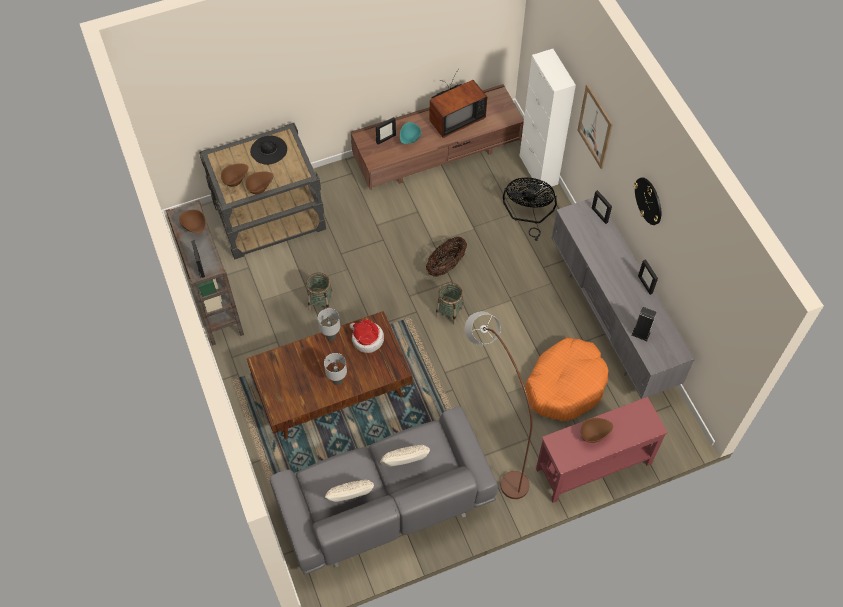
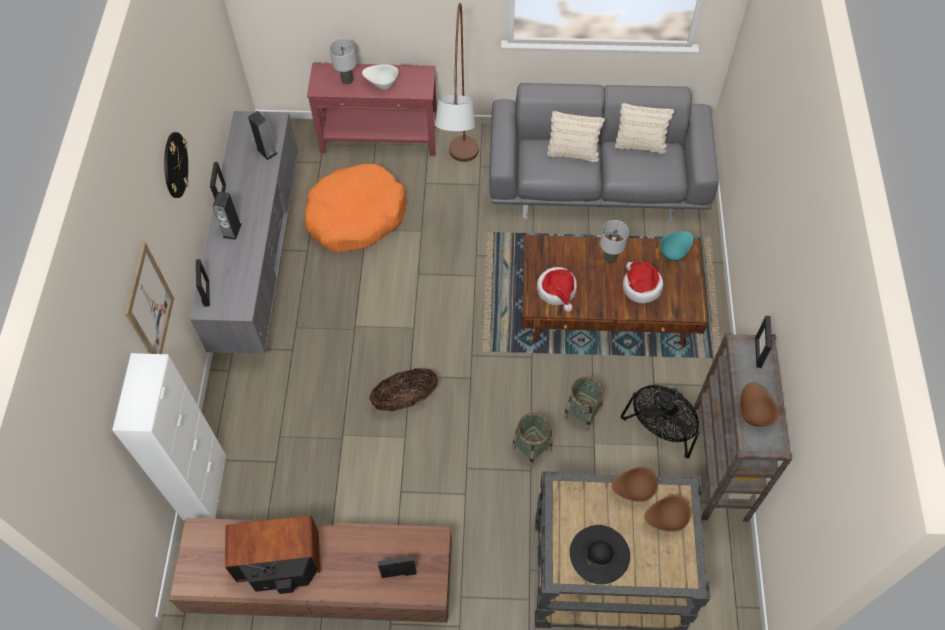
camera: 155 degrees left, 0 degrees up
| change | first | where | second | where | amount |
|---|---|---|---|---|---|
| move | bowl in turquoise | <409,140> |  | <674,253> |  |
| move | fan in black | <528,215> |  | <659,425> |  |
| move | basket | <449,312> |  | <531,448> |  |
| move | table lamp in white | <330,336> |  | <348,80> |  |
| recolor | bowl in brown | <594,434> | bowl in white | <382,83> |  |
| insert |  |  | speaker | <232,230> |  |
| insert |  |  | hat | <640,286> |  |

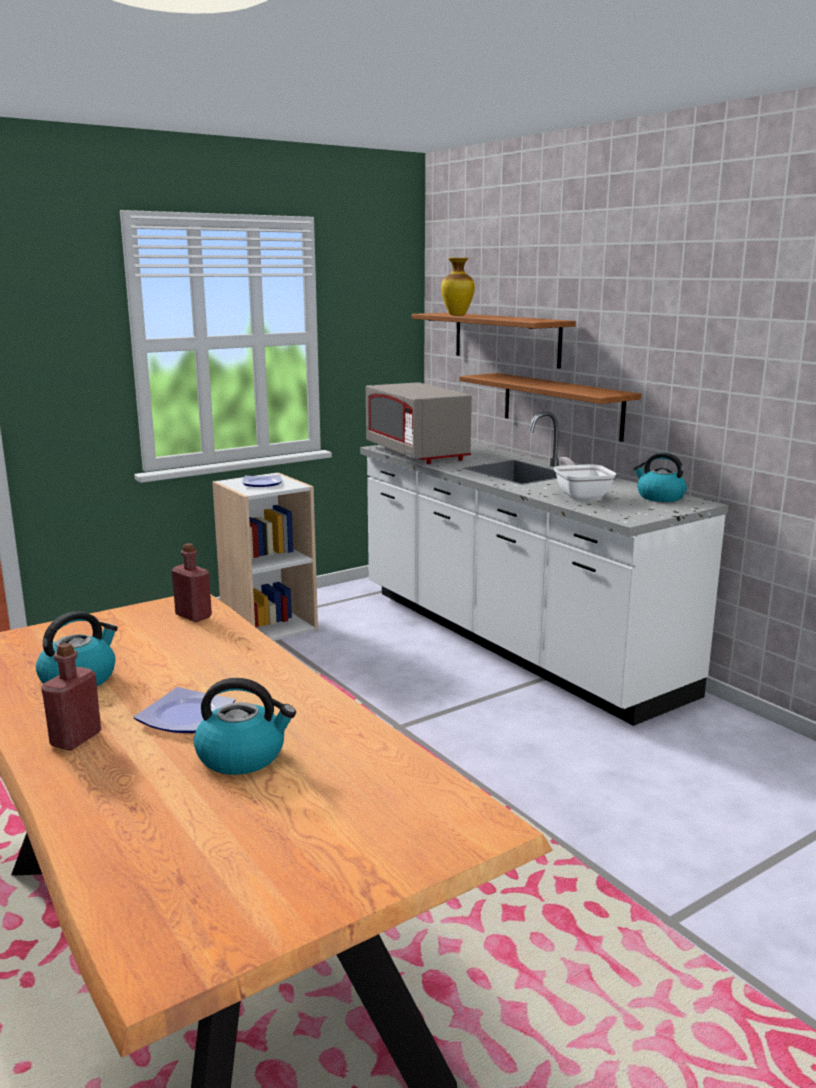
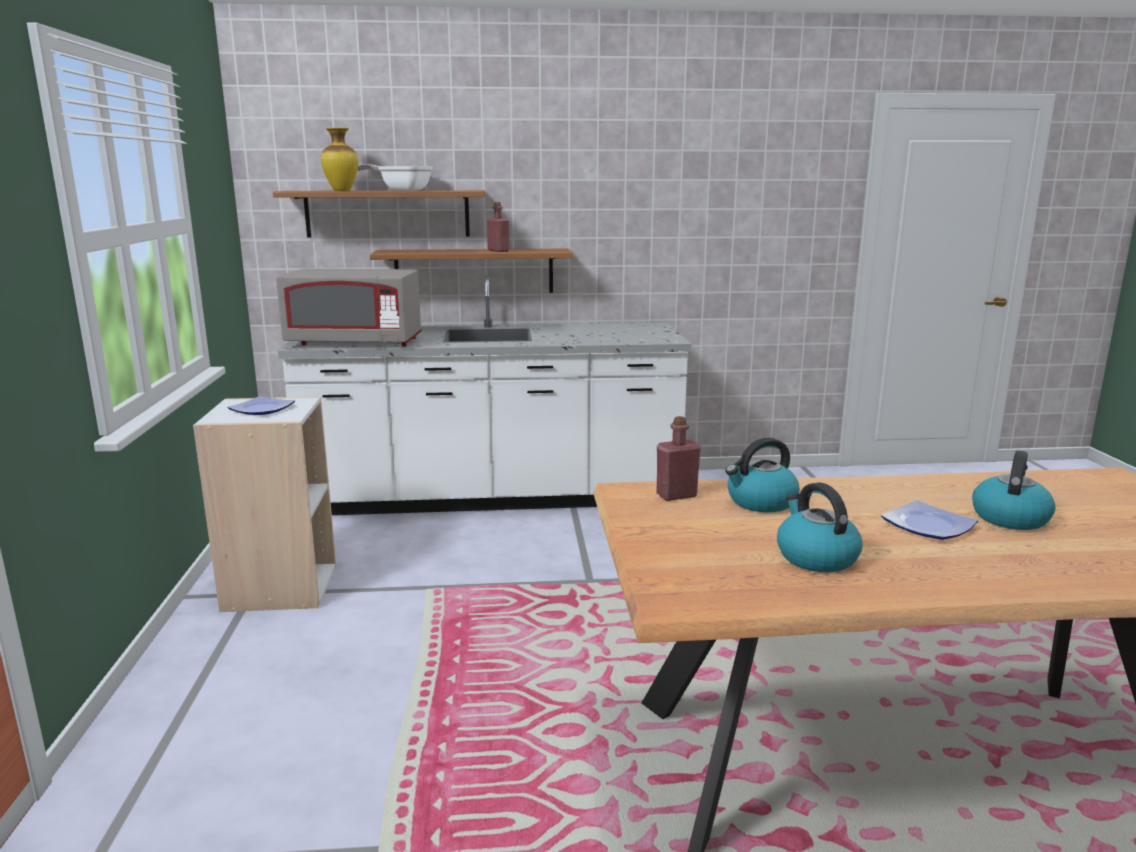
camera: 60 degrees left, 0 degrees up
| change | first | where | second | where | amount |
|---|---|---|---|---|---|
| move | kettle | <659,497> |  | <760,502> |  |
| move | frying pan | <580,495> |  | <401,190> |  |
| move | bottle in red | <76,739> |  | <498,251> |  |

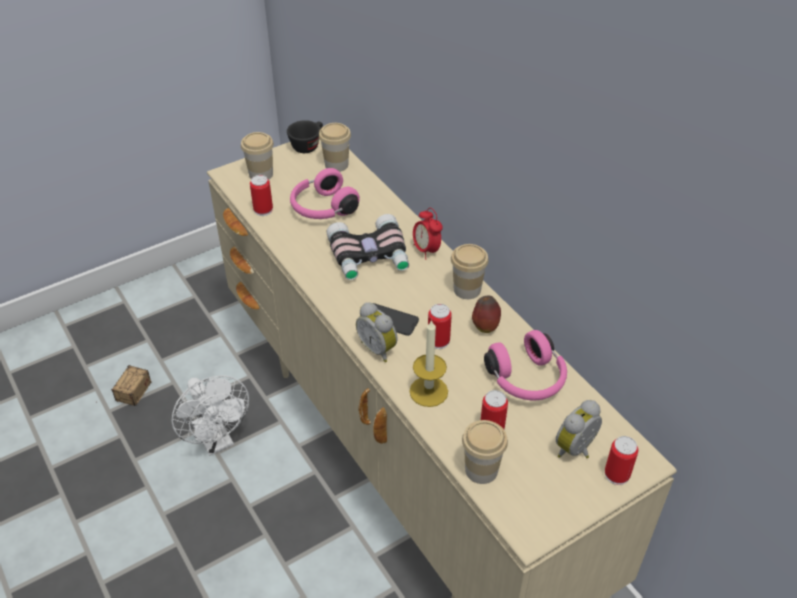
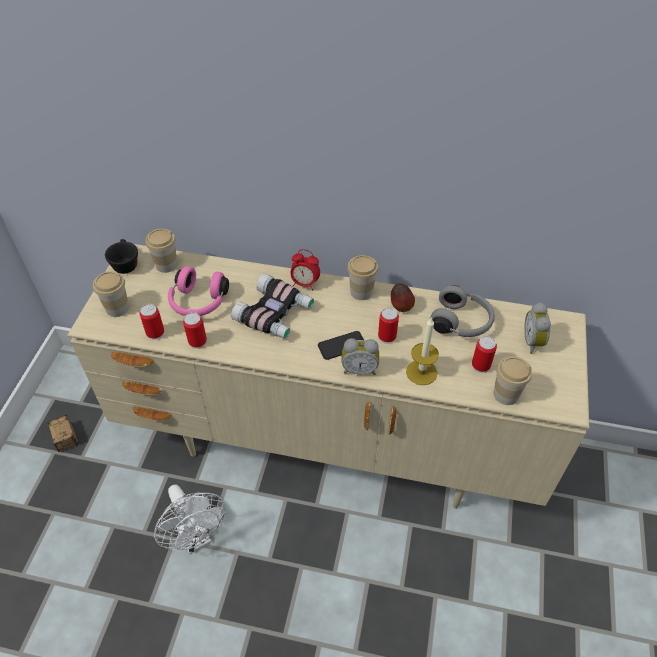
camera: 45 degrees left, 5 degrees up
| change | first | where | second | where | amount |
|---|---|---|---|---|---|
| recolor | headphones in pink | <527,380> | headphones in grey | <461,322> |  |
| move | storage box | <122,409> |  | <70,453> |  |
| rotate | fan in white | <217,441> |  | <196,537> | 45 degrees clockwise |
| move | can | <617,474> |  | <197,342> |  |

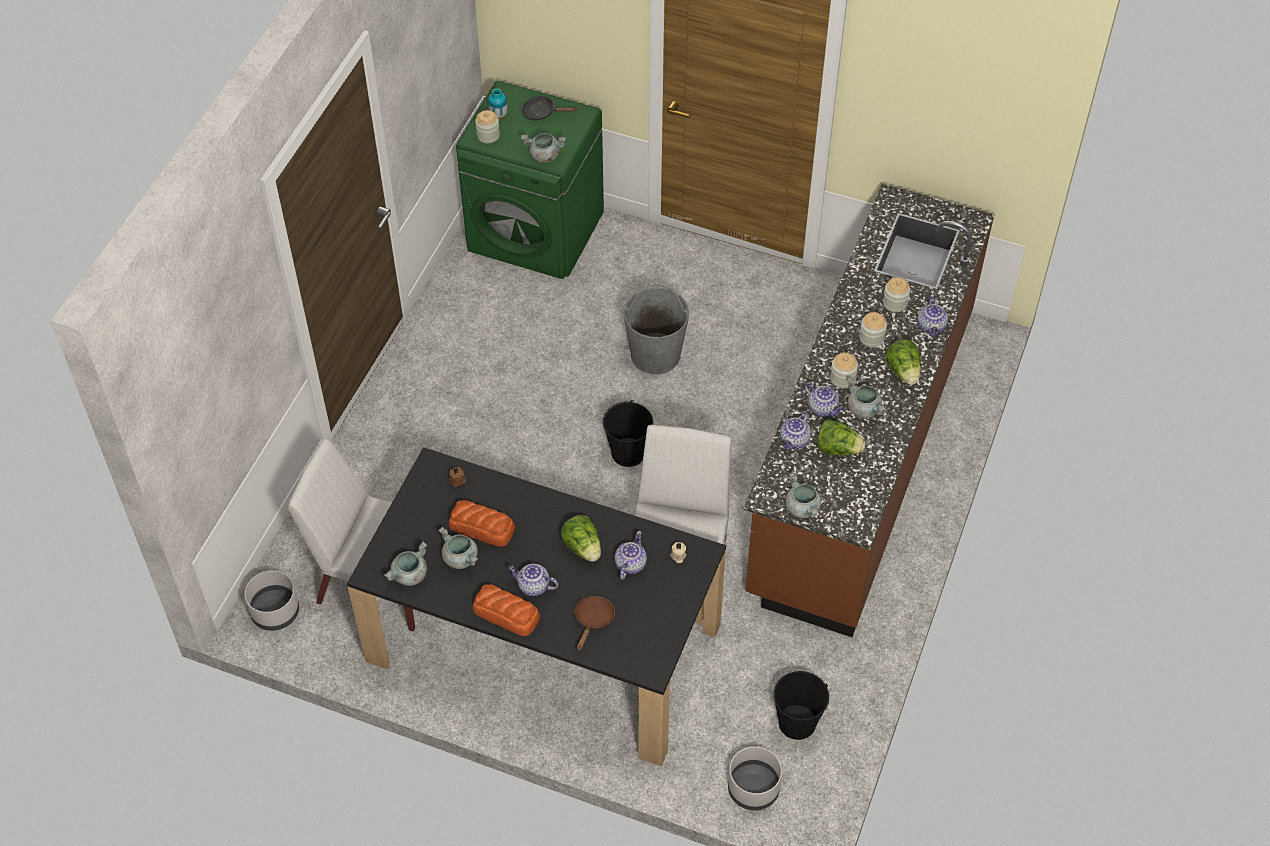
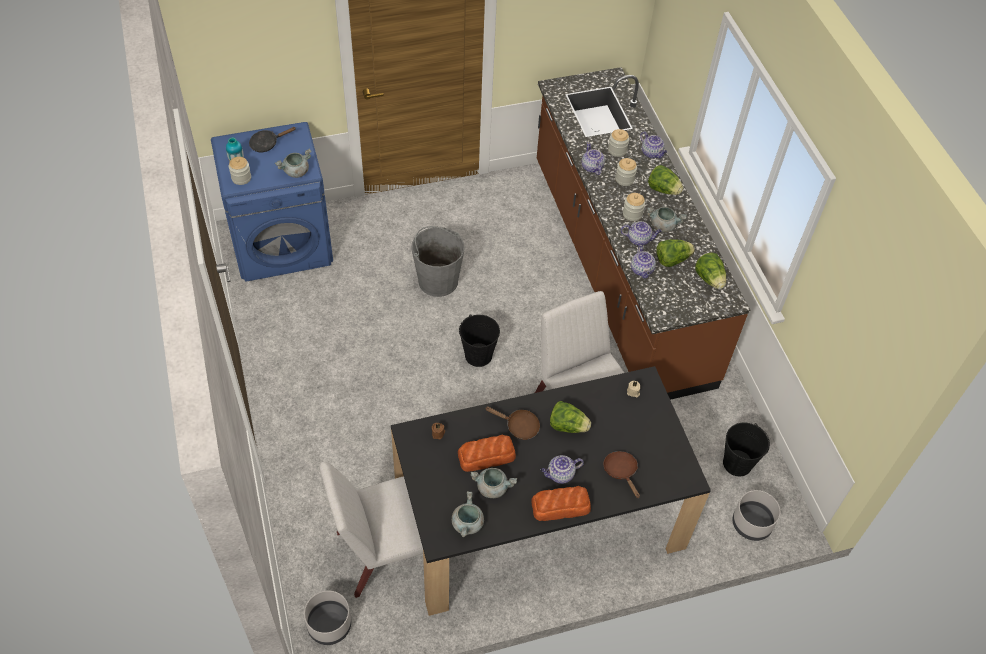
camera: 40 degrees left, 0 degrees up
| change | first | where | second | where | amount |
|---|---|---|---|---|---|
| recolor | washing machine in green | <534,232> | washing machine in blue | <283,244> |  |
| delete | cooking pot in grey | <803,508> |  |  |  |
| move | teapot | <630,564> |  | <592,167> |  |
| insert |  |  | lettuce | <709,279> |  |
| insert |  |  | frying pan in brown | <518,426> |  |

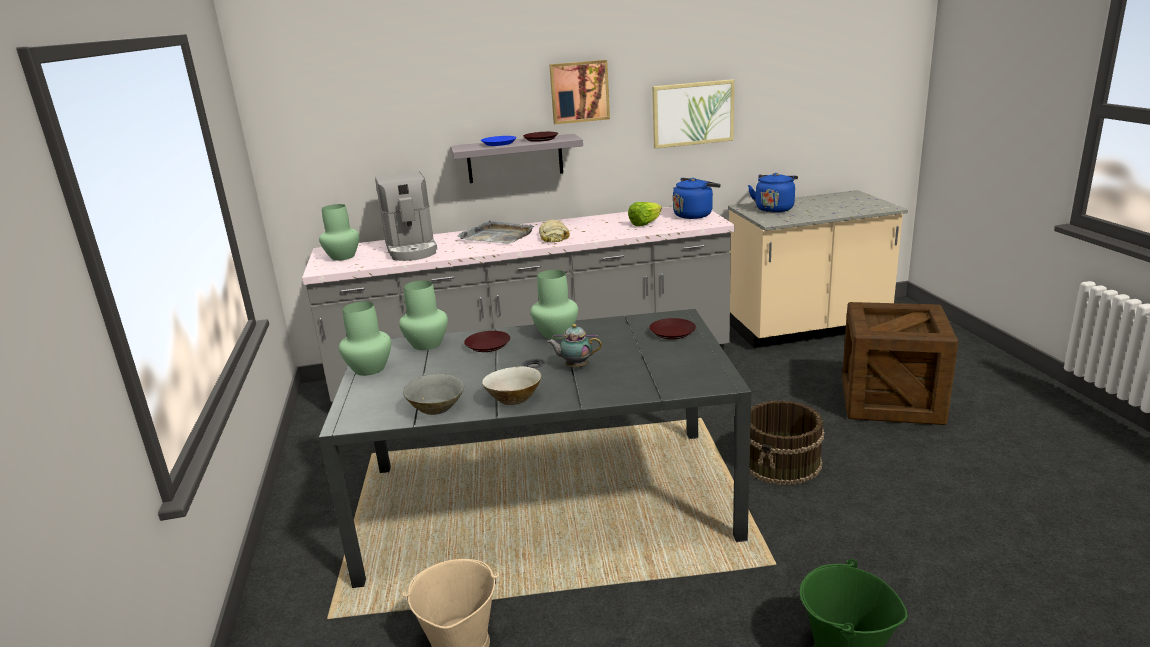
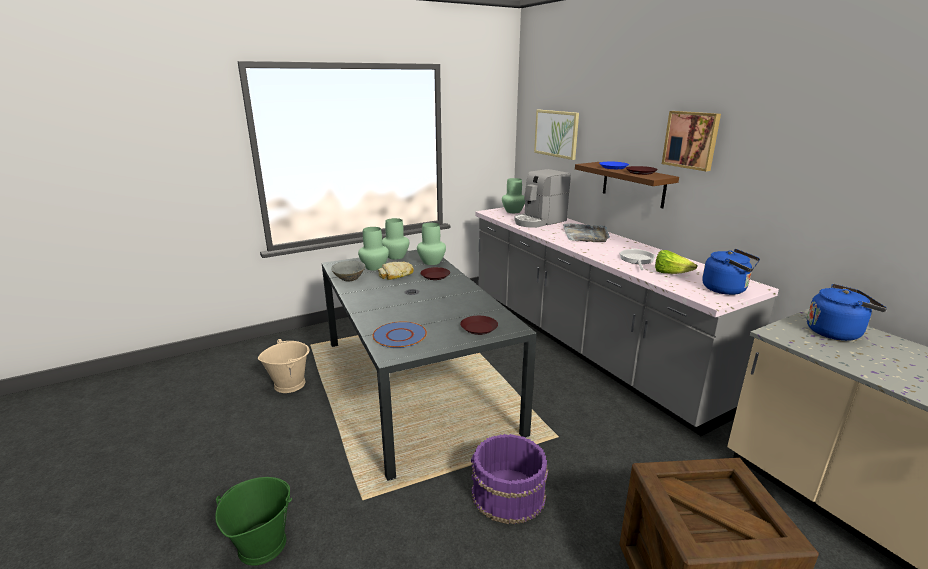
camera: 70 degrees right, 0 degrees up
| change | first | where | second | where | amount |
|---|---|---|---|---|---|
| move | picture | <692,113> |  | <556,133> |  |
| recolor | shelf in grey | <515,158> | shelf in brown | <633,184> |  |
| move | bread | <553,236> |  | <396,275> |  |
| move | vase in green | <555,333> |  | <374,267> |  |
| delete | teapot | <575,366> |  |  |  |
| delete | bowl in beige | <513,399> |  |  |  |
| recolor | bucket in brown | <782,462> | bucket in purple | <508,495> |  |
| insert |  |  | frying pan | <636,260> |  |
| insert |  |  | plate in blue | <399,336> |  |

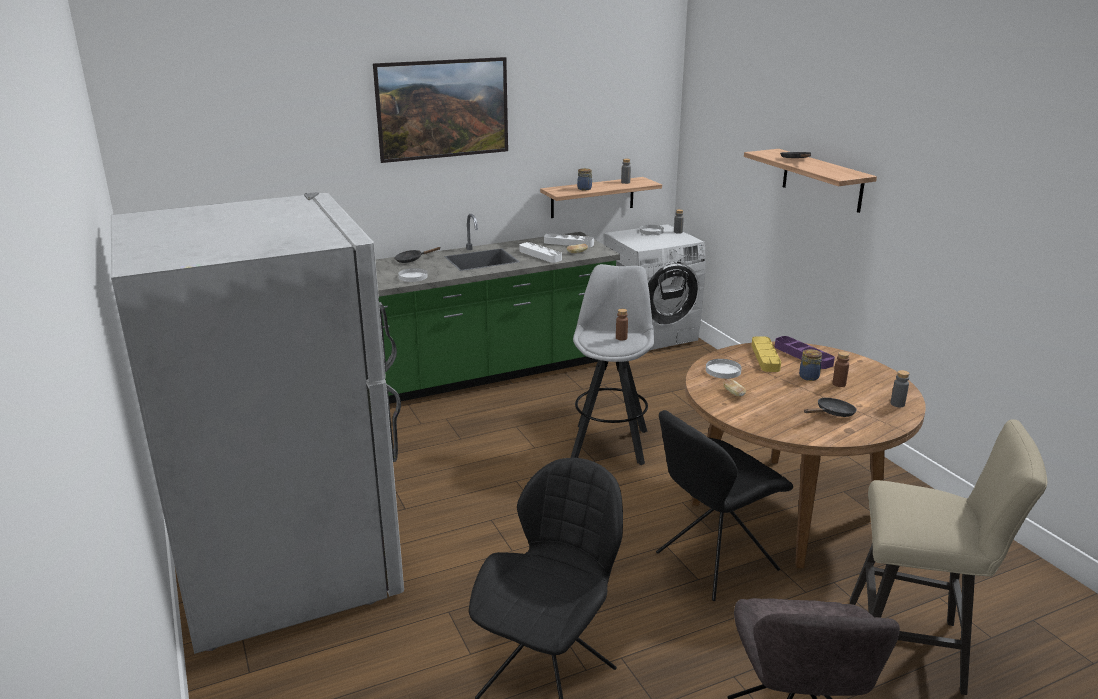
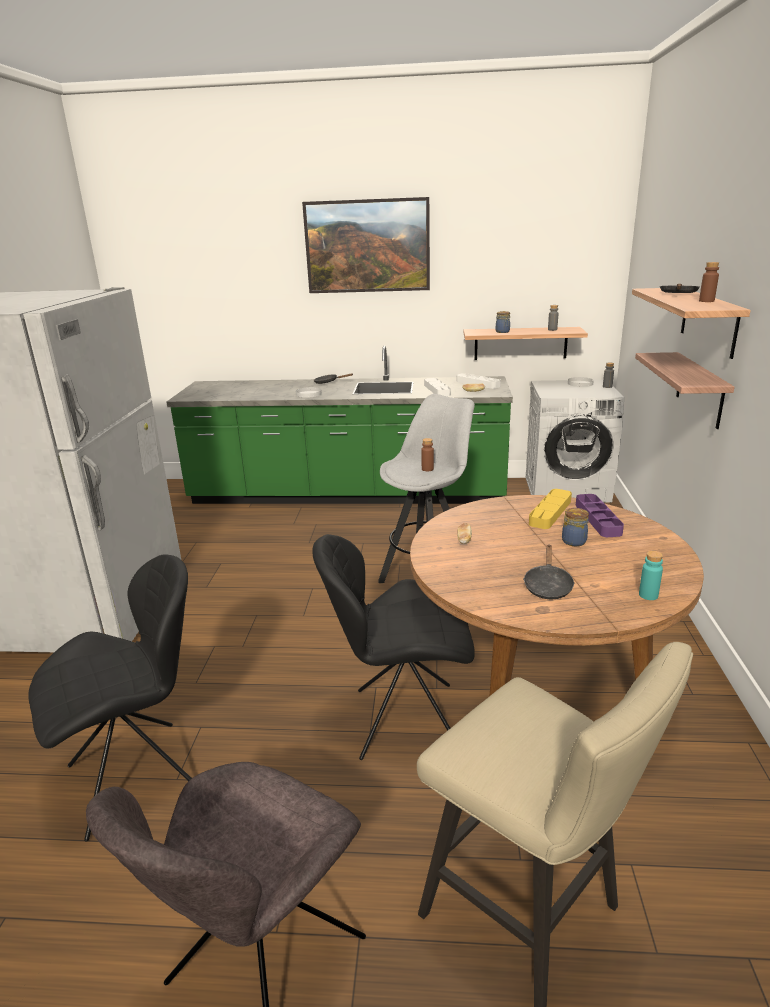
camera: 30 degrees right, 0 degrees up
| change | first | where | second | where | amount |
|---|---|---|---|---|---|
| move | bottle in brown | <839,384> |  | <706,301> |  |
| delete | plate in white | <723,371> |  |  |  |
| recolor | bottle in grey | <897,404> | bottle in turquoise | <648,595> |  |
| rotate | frying pan in black | <832,413> |  | <547,586> | 105 degrees clockwise |
| insert |  |  | shelf | <700,389> |  |

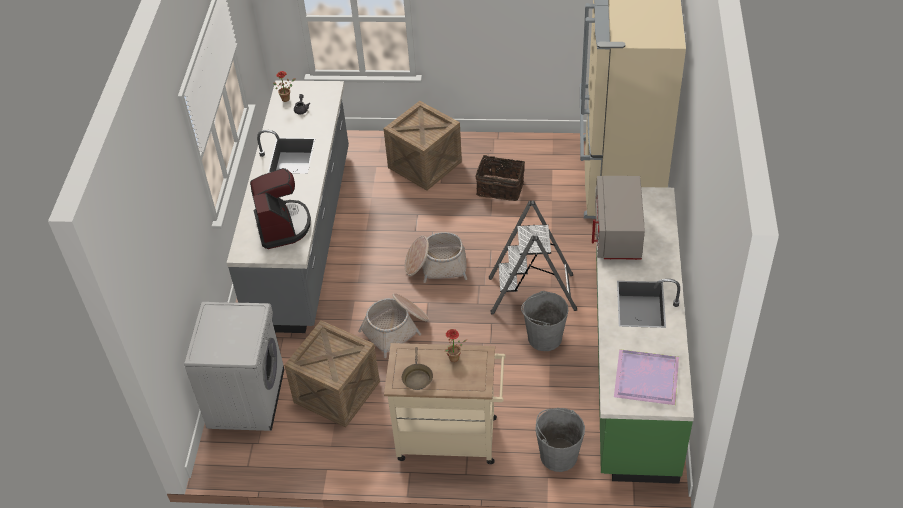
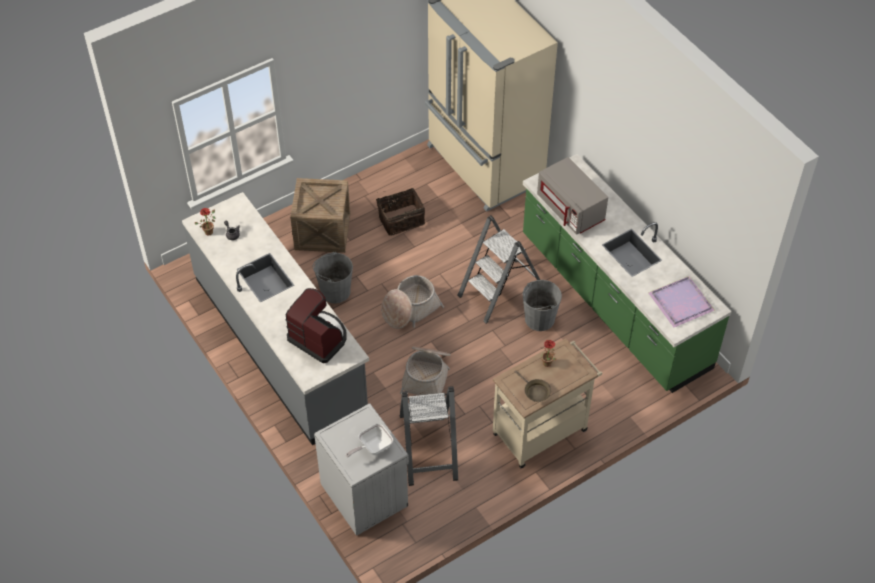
camera: 40 degrees left, 5 degrees up
| change | first | where | second | where | amount |
|---|---|---|---|---|---|
| replace | crate | <337,392> | step ladder in grey | <428,448> |  |
| move | bucket in grey | <558,455> |  | <335,291> |  |
| insert |  |  | frying pan | <372,447> |  |

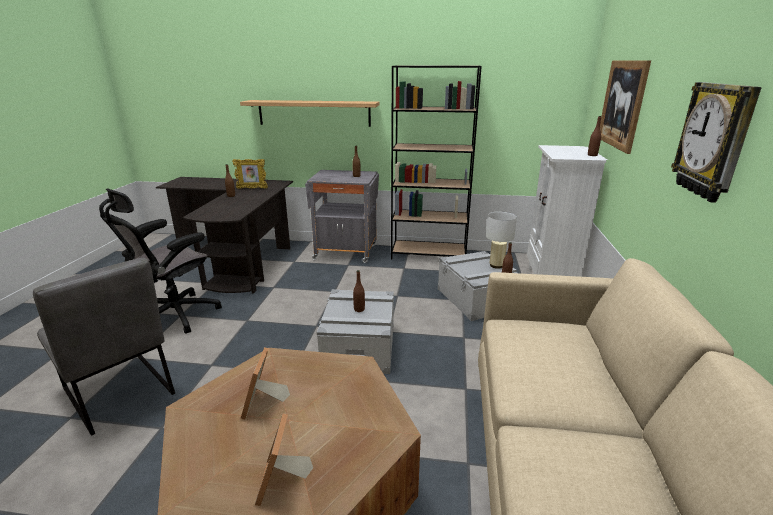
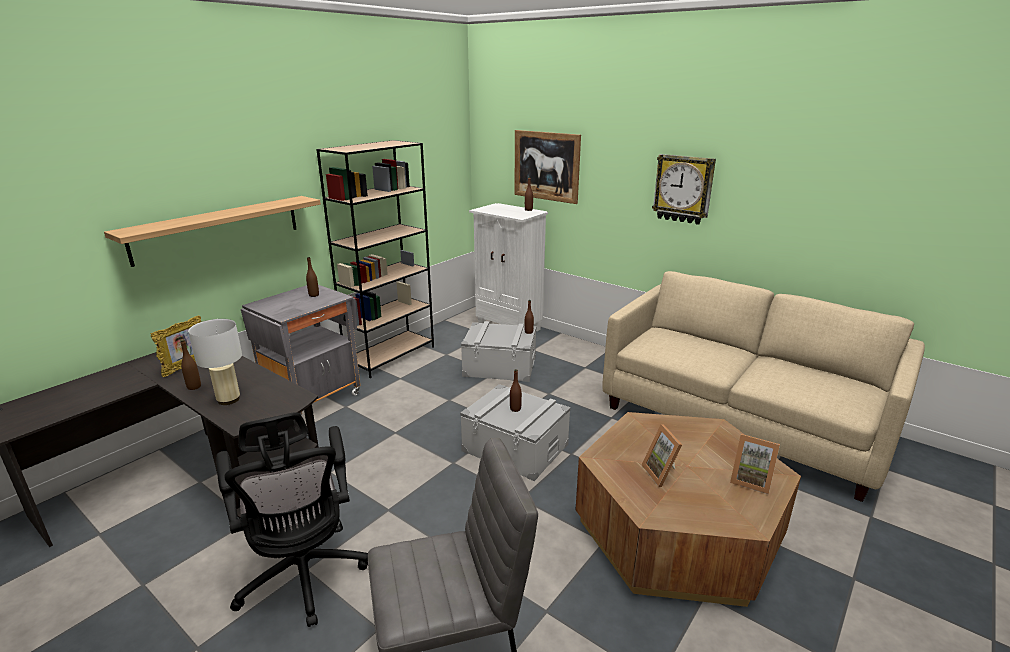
camera: 60 degrees left, 0 degrees up
| change | first | where | second | where | amount |
|---|---|---|---|---|---|
| move | table lamp in white | <496,265> |  | <228,399> |  |
| rotate | picture frame | <263,404> |  | <662,473> | 45 degrees clockwise |

